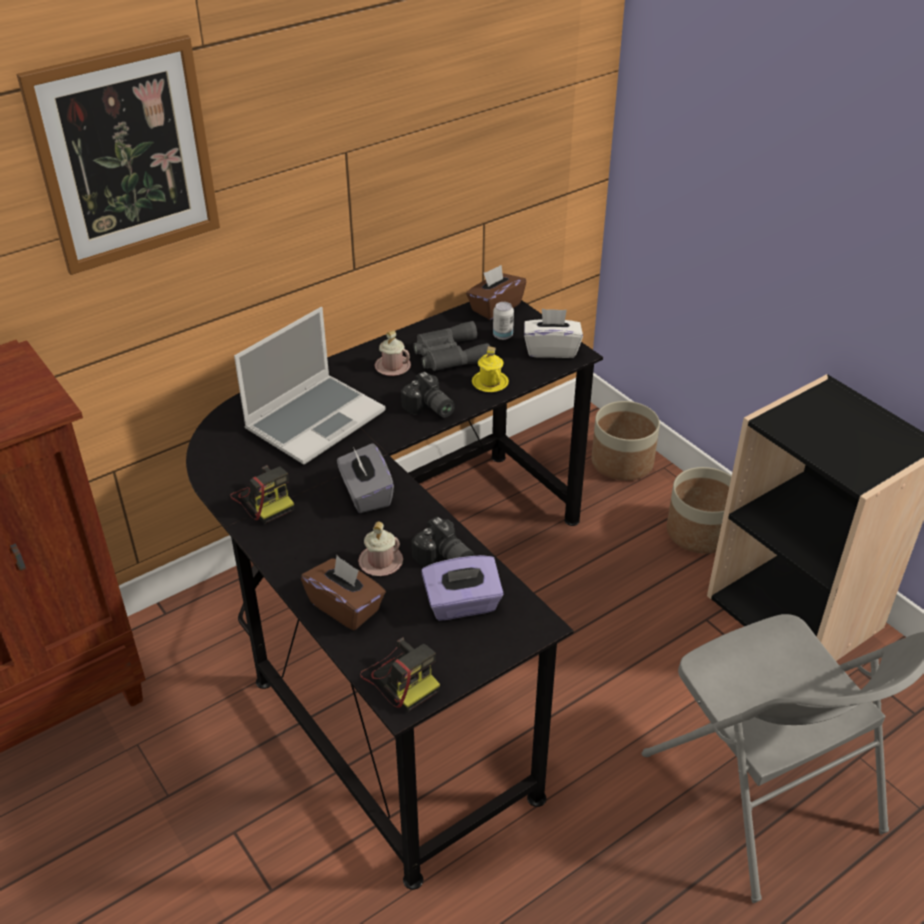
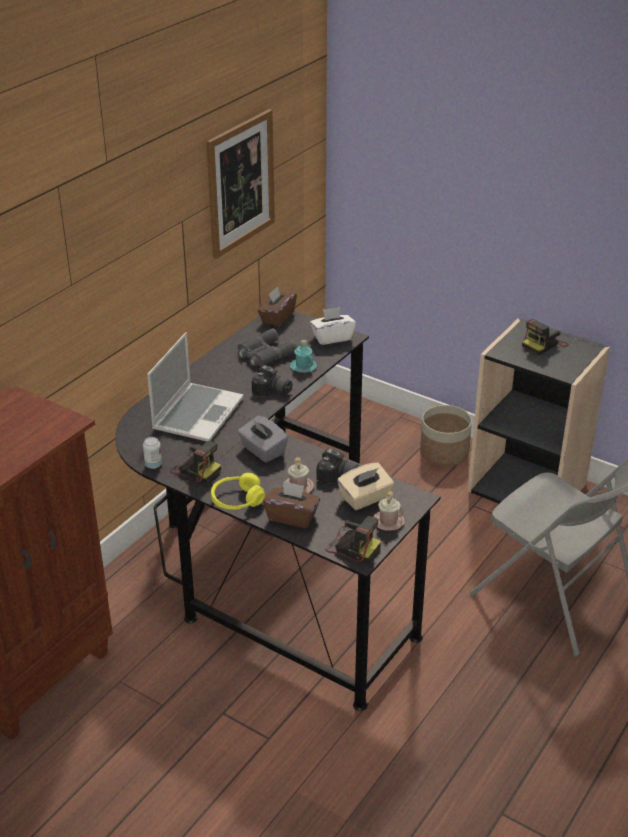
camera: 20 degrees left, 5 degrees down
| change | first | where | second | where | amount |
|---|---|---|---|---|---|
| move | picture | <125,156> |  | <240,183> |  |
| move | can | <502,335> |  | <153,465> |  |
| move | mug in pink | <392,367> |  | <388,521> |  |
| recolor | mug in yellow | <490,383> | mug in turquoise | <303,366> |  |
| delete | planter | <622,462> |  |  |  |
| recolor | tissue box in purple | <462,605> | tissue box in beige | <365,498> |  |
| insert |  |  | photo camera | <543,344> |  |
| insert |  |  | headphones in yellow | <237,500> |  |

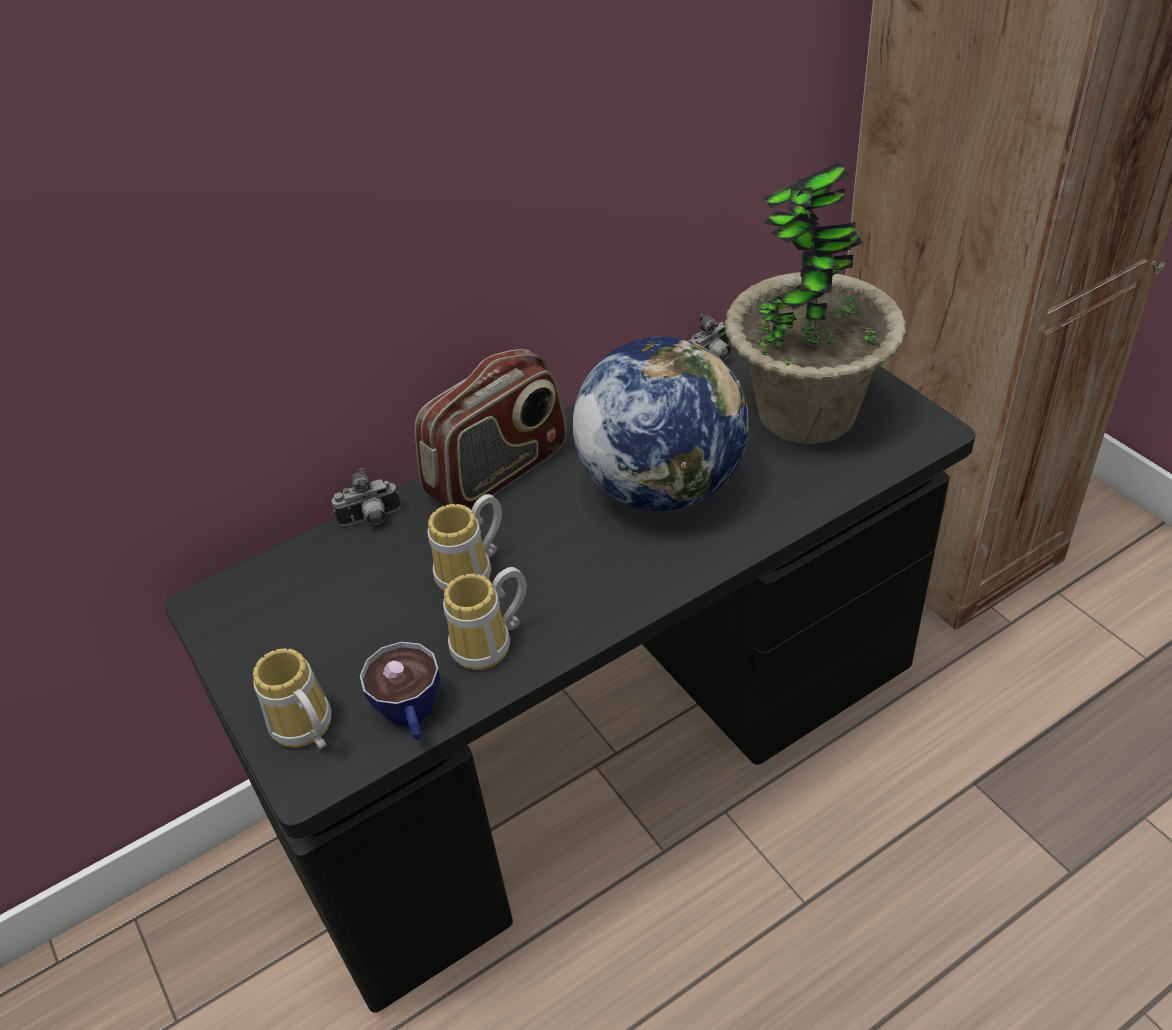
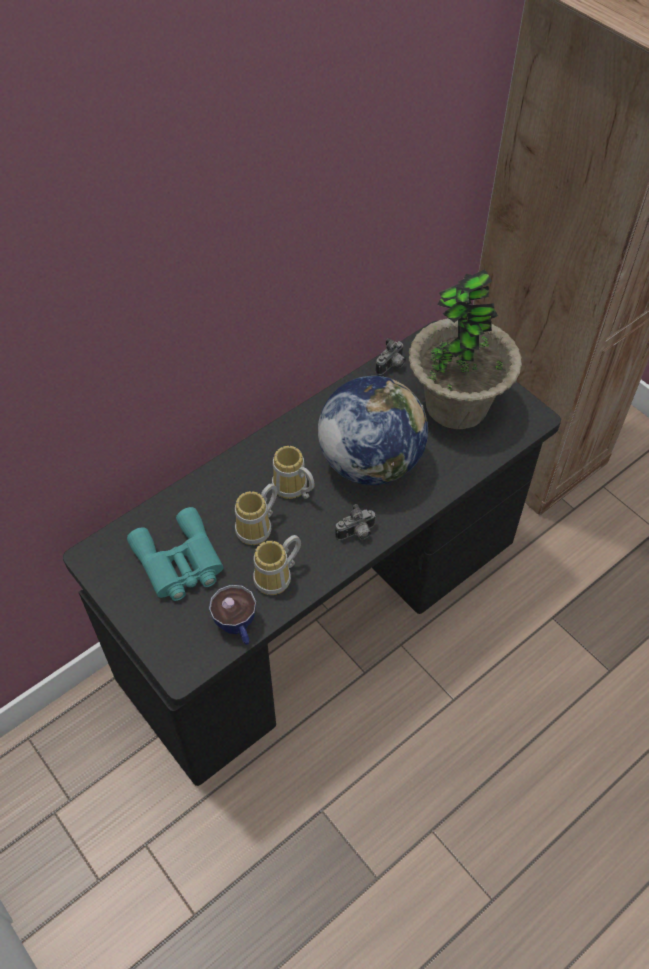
camera: 10 degrees left, 10 degrees up
| change | first | where | second | where | amount |
|---|---|---|---|---|---|
| delete | radio | <498,472> |  |  |  |
| move | photo camera | <371,519> |  | <357,534> |  |
| move | mug | <303,731> |  | <292,490> |  |
| insert |  |  | binoculars in turquoise | <179,563> |  |

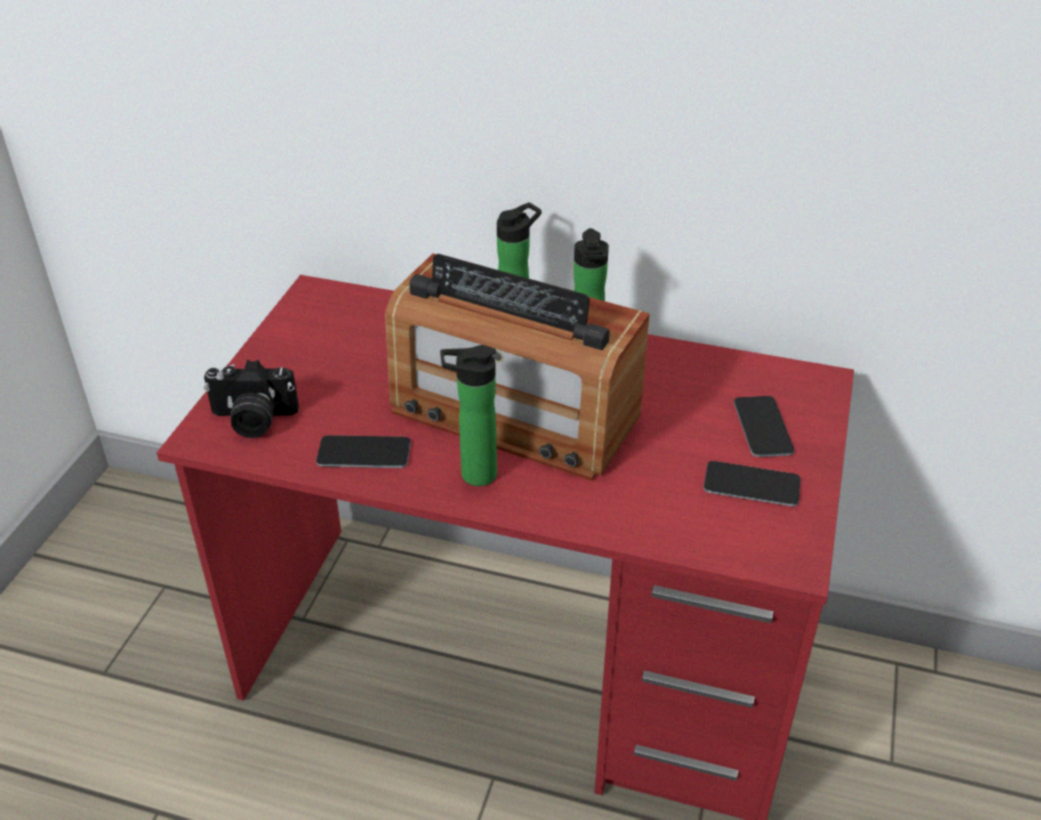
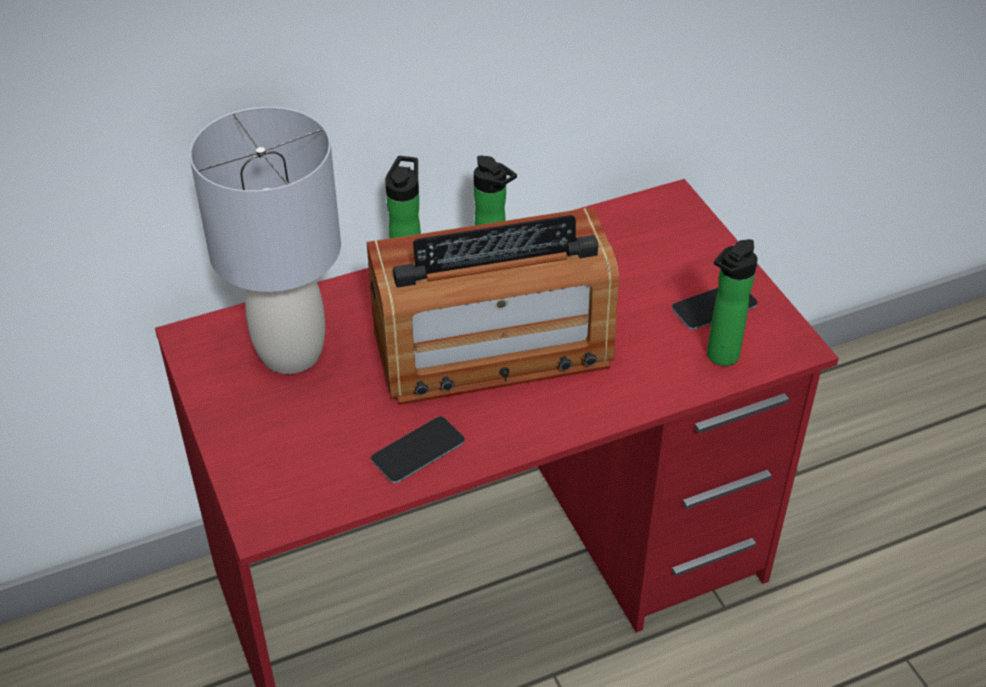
camera: 40 degrees left, 5 degrees up
| change | first | where | second | where | amount |
|---|---|---|---|---|---|
| move | bottle | <473,475> |  | <719,358> |  |
| delete | photo camera | <253,420> |  |  |  |
| delete | phone | <762,427> |  |  |  |
| insert |  |  | table lamp in grey | <290,354> |  |

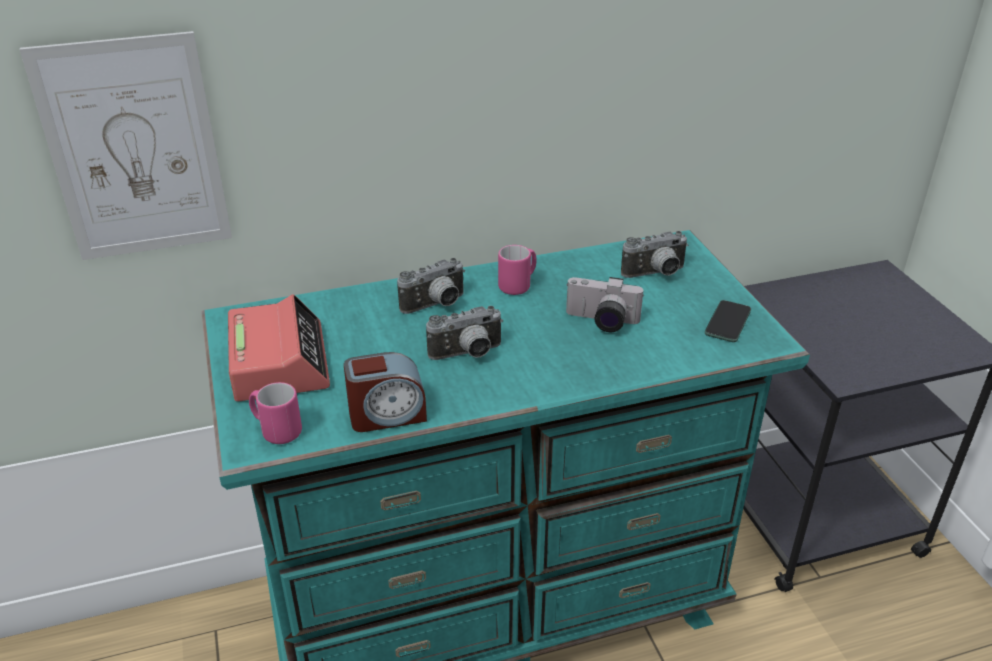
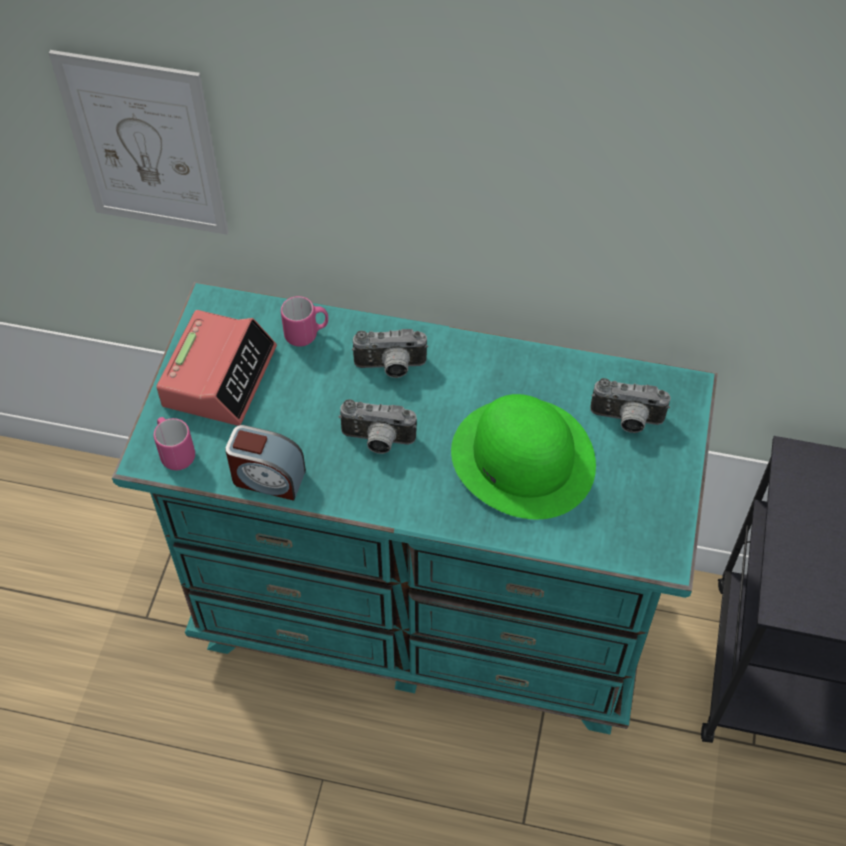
camera: 30 degrees right, 20 degrees up
| change | first | where | second | where | amount |
|---|---|---|---|---|---|
| move | mug in pink | <518,285> |  | <307,334> |  |
| replace | photo camera | <601,322> | hat in green | <523,458> |  |
| delete | phone | <728,322> |  |  |  |

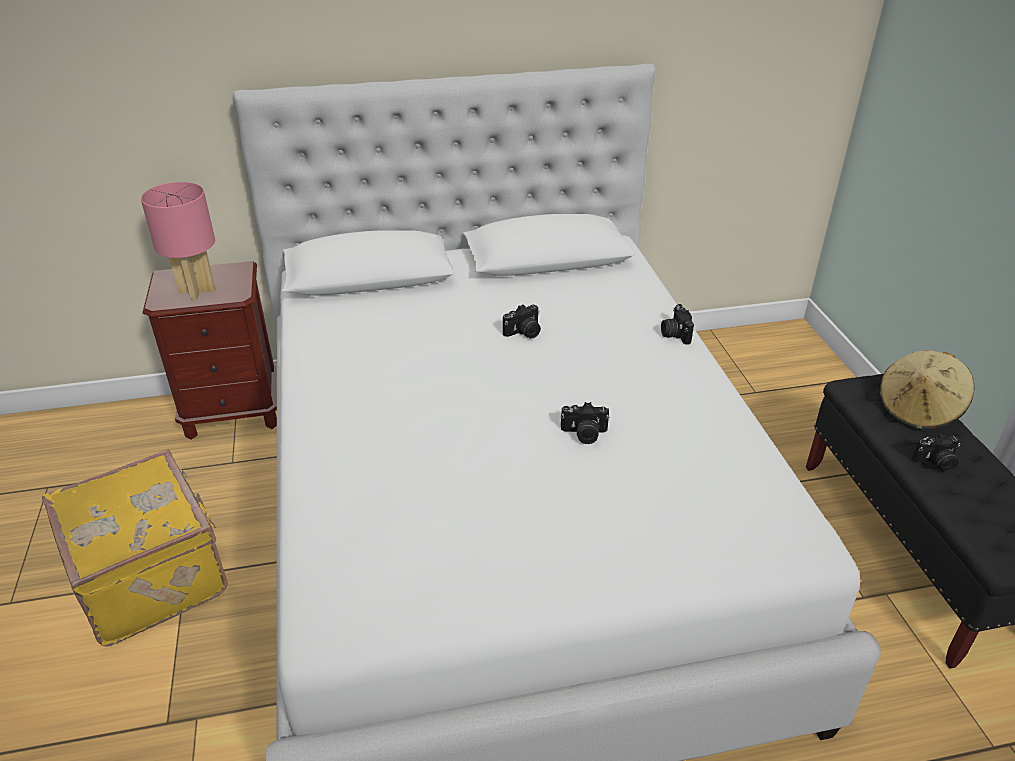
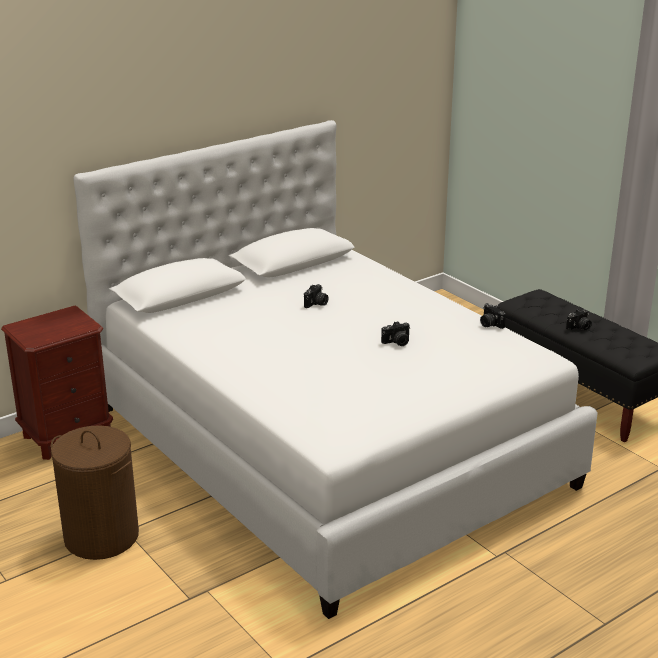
camera: 25 degrees left, 10 degrees down
| change | first | where | second | where | amount |
|---|---|---|---|---|---|
| delete | table lamp in pink | <198,291> |  |  |  |
| move | photo camera | <675,334> |  | <490,324> |  |
| delete | hat in beige | <918,410> |  |  |  |
| replace | suitcase in yellow | <152,574> | laundry basket in brown | <101,536> |  |

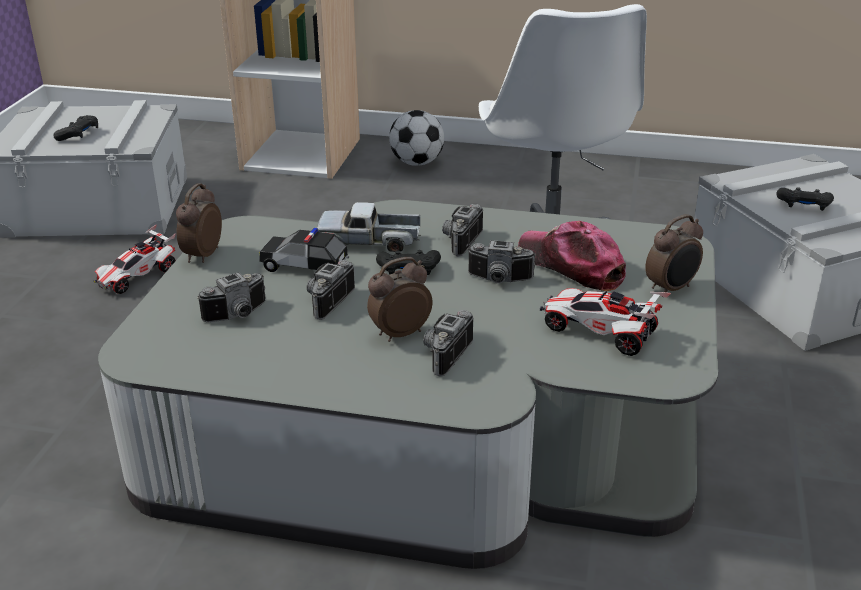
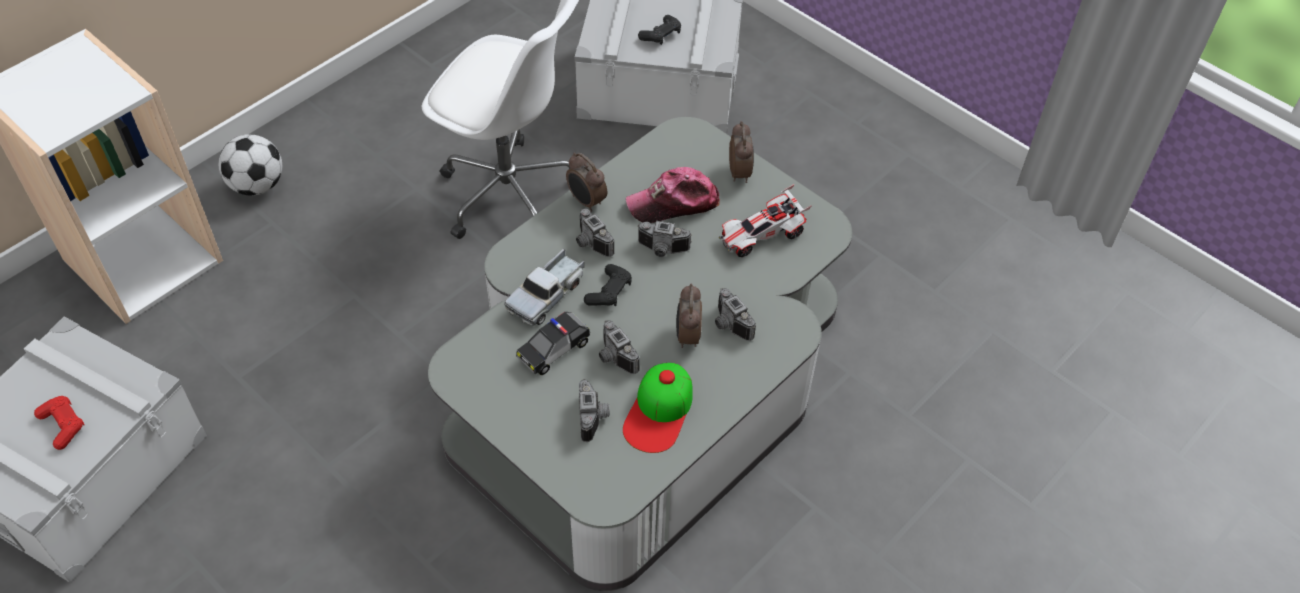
camera: 60 degrees left, 20 degrees up
| change | first | where | second | where | amount |
|---|---|---|---|---|---|
| recolor | game controller in black | <79,134> | game controller in red | <63,425> |  |
| move | alarm clock | <202,255> |  | <586,201> |  |
| delete | toy car | <138,277> |  |  |  |
| rotate | photo camera | <499,280> |  | <662,250> | 60 degrees clockwise |
| insert |  |  | cap | <659,411> |  |

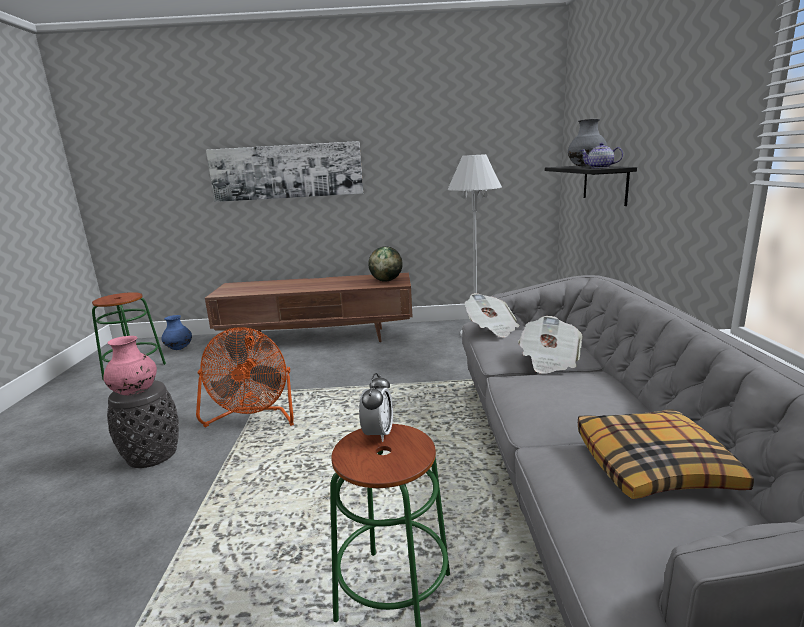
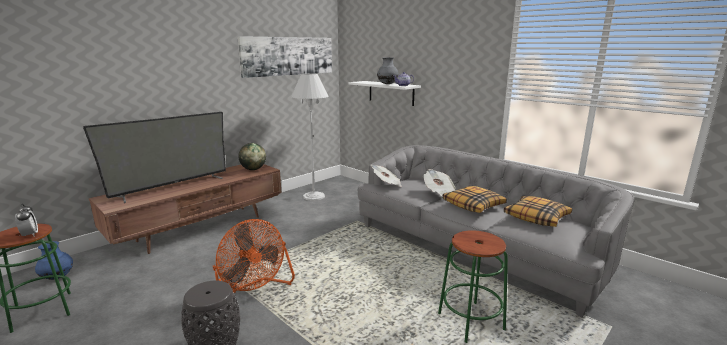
camera: 45 degrees left, 0 degrees up
| change | first | where | second | where | amount |
|---|---|---|---|---|---|
| move | picture | <286,171> |  | <288,56> |  |
| recolor | shelf in black | <604,184> | shelf in white | <391,93> |  |
| delete | vase in pink | <135,393> |  |  |  |
| move | alarm clock | <378,434> |  | <30,235> |  |
| insert |  |  | television | <172,187> |  |
| insert |  |  | pillow | <473,205> |  |

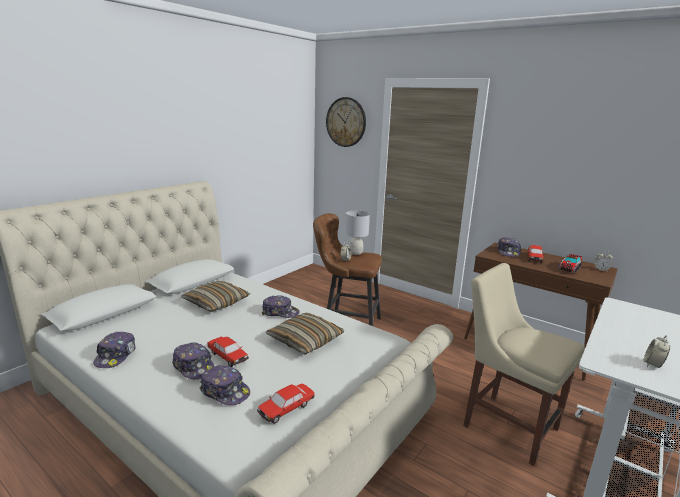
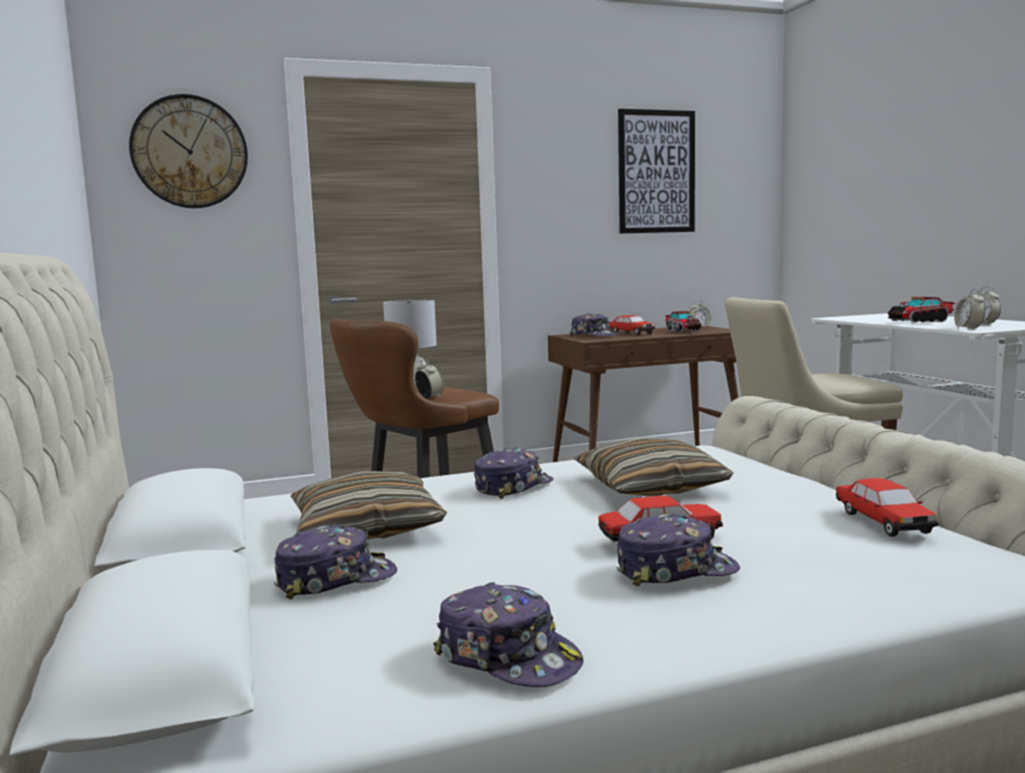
camera: 55 degrees left, 10 degrees down
| change | first | where | second | where | amount |
|---|---|---|---|---|---|
| move | cap | <225,391> |  | <336,579> |  |
| insert |  |  | picture | <656,172> |  |
| insert |  |  | alarm clock | <968,328> |  |
| insert |  |  | toy truck | <919,322> |  |

